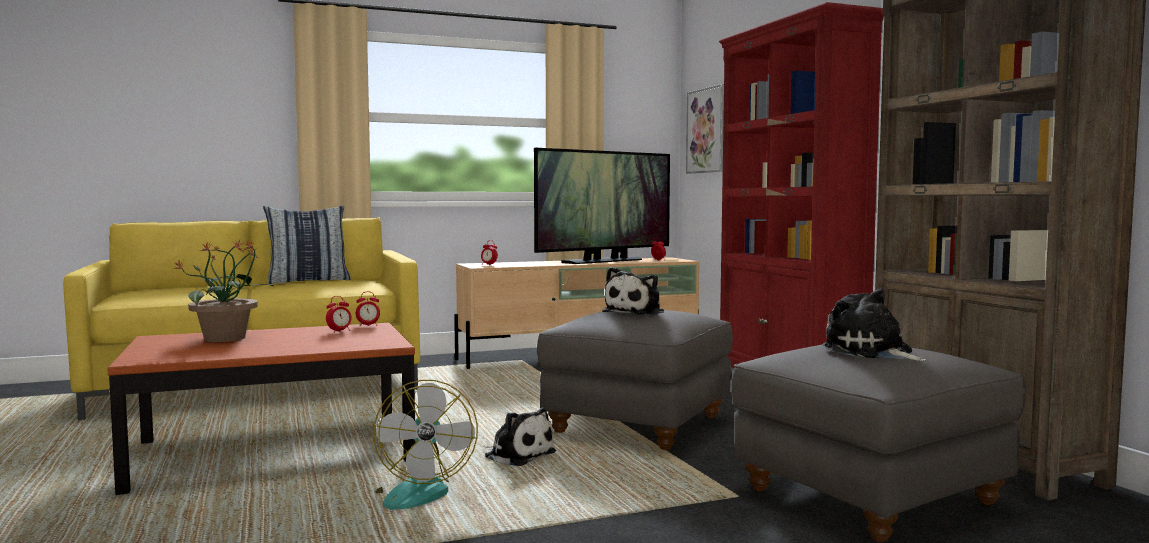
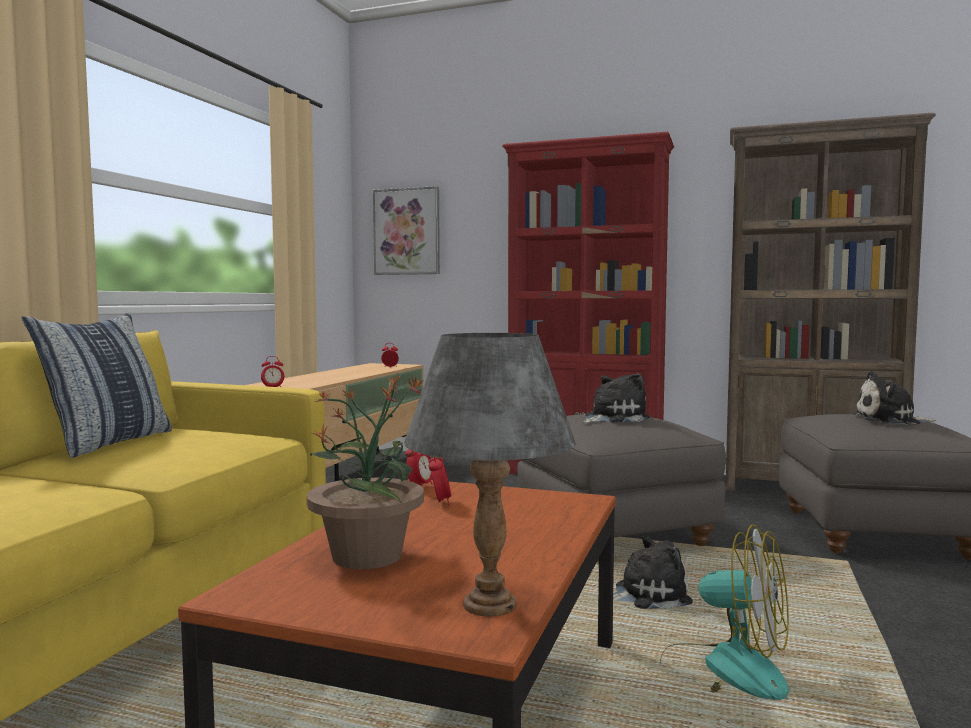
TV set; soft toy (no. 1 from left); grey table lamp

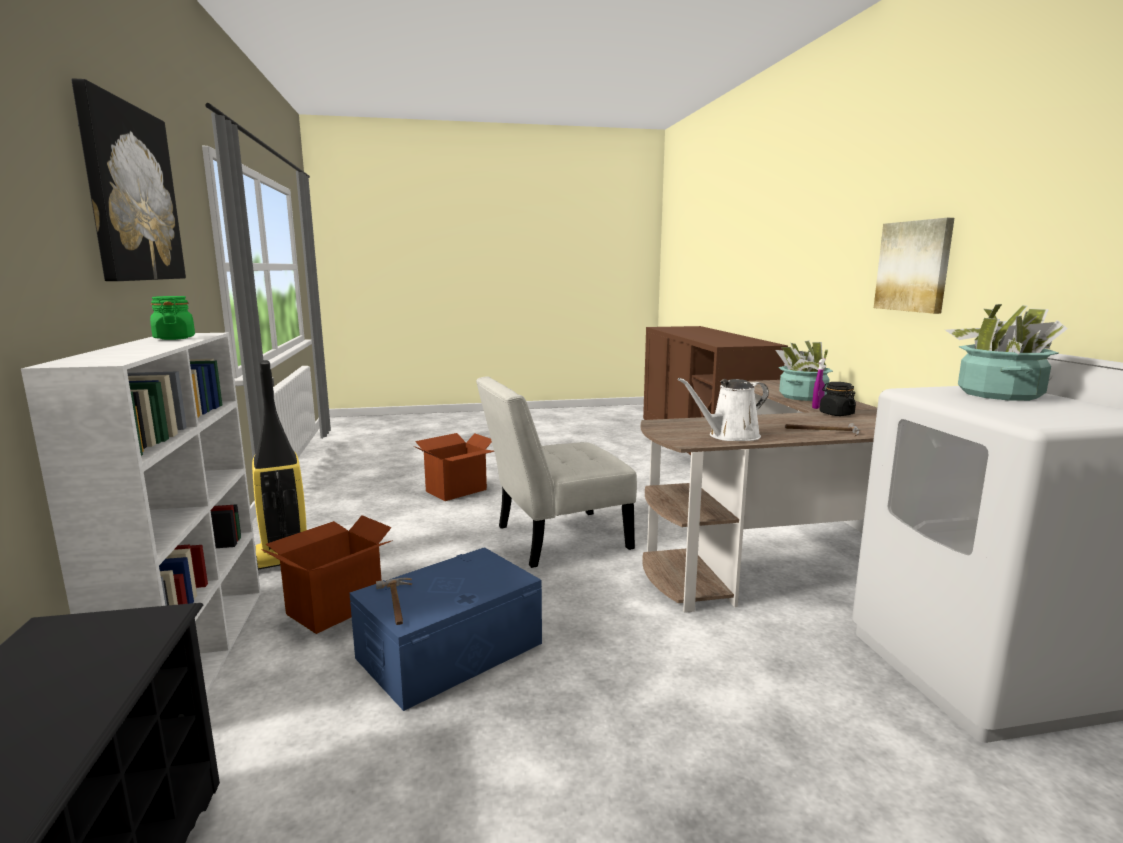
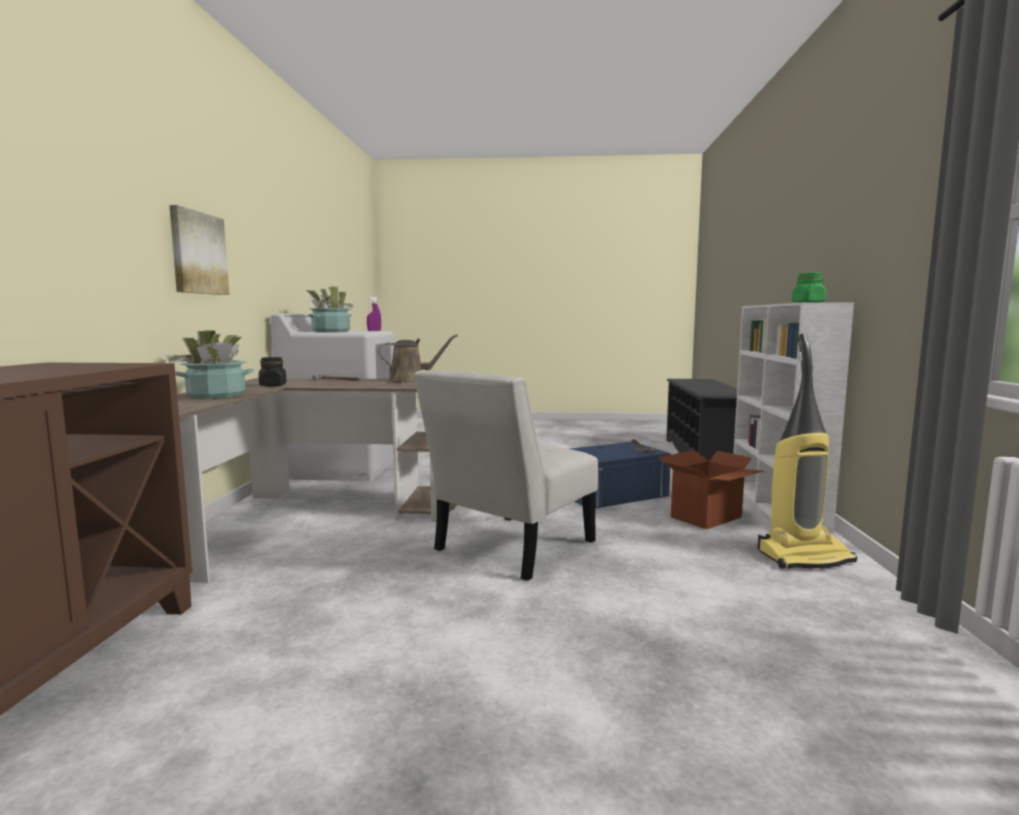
wall picture (no. 1 from left in the first image); carton (no. 2 from left in the first image); white upright chair; brownish watering pot; purple spray bottle

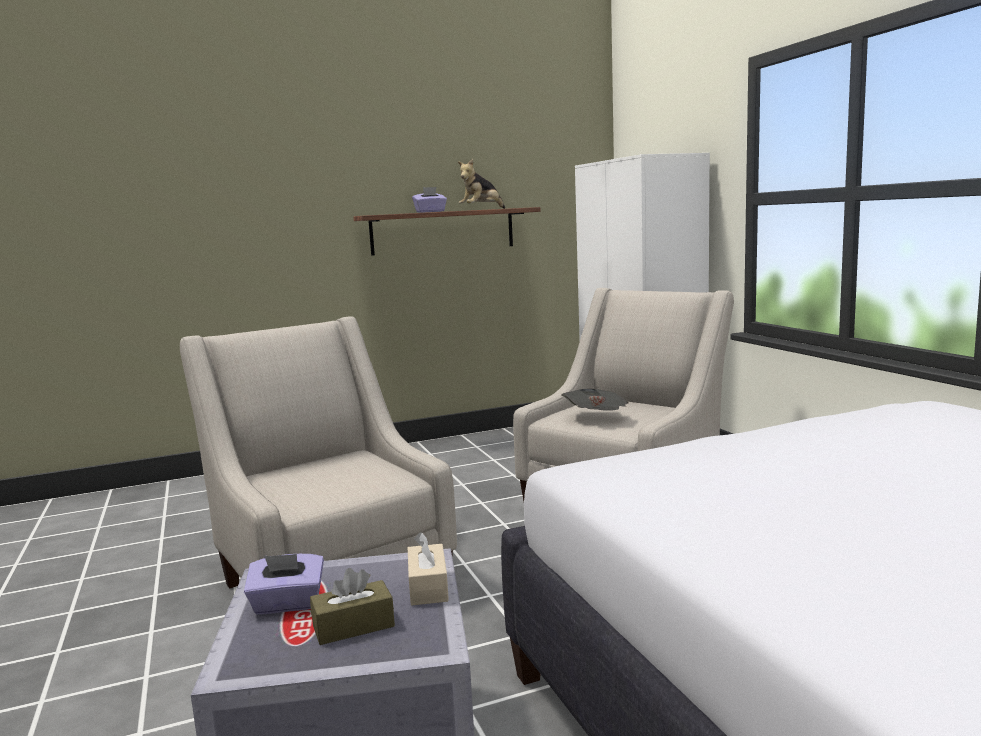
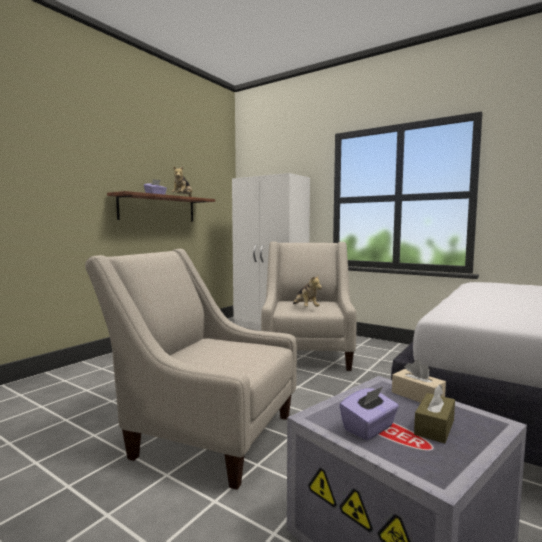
soft toy (no. 2 from left)

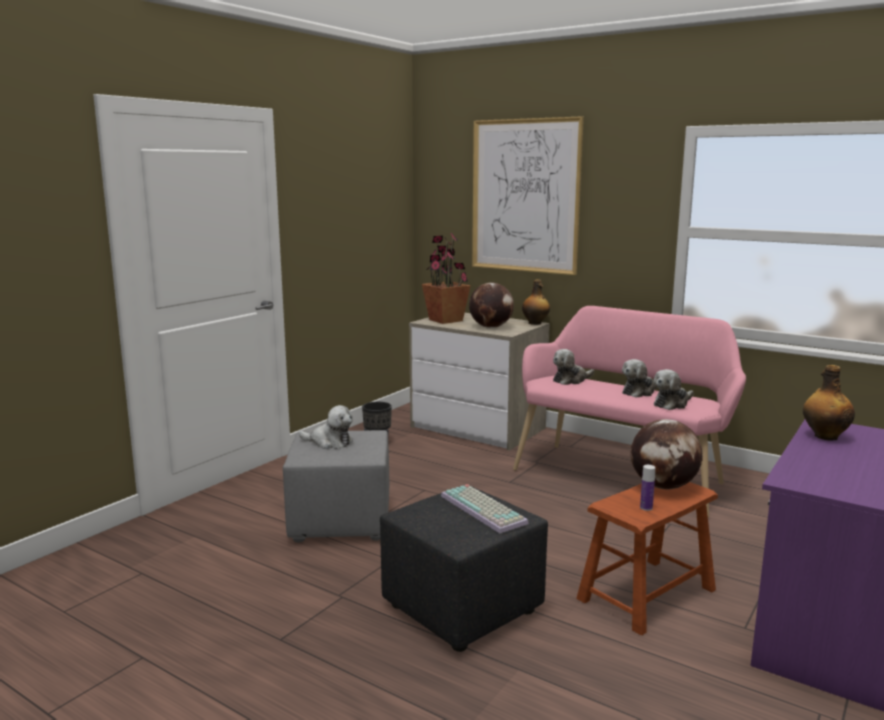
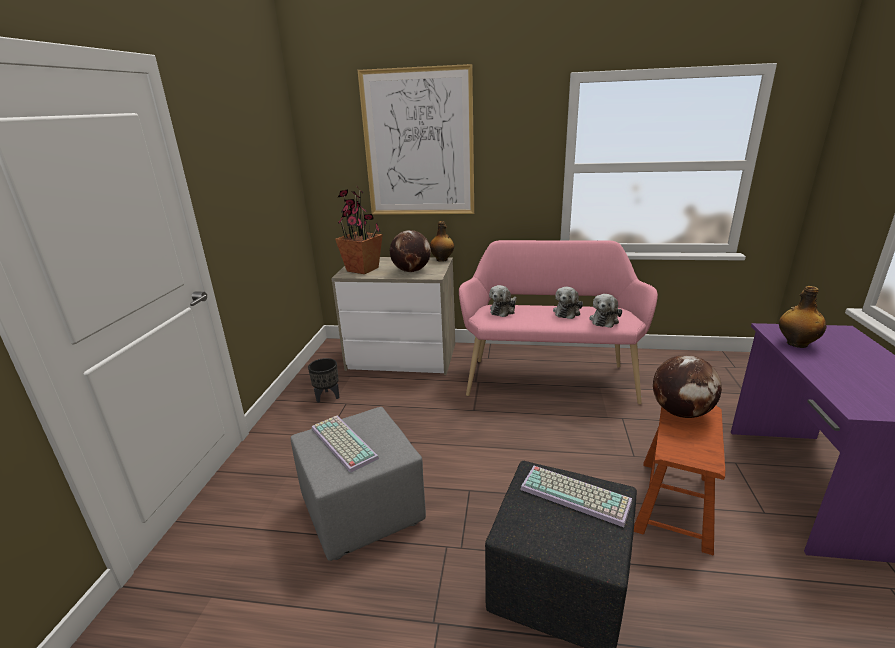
keyboard (no. 1 from left); beverage bottle (no. 2 from left in the first image)

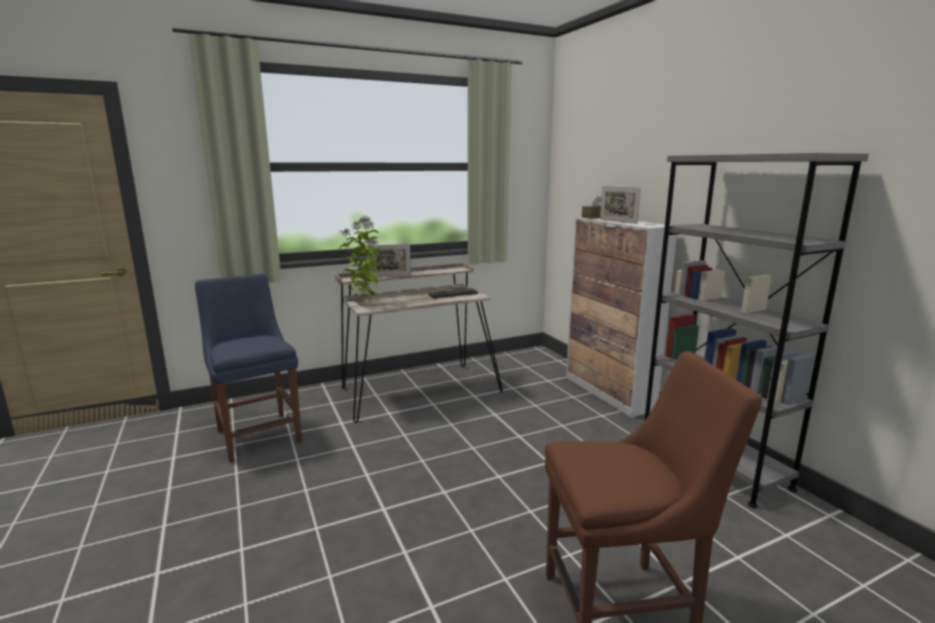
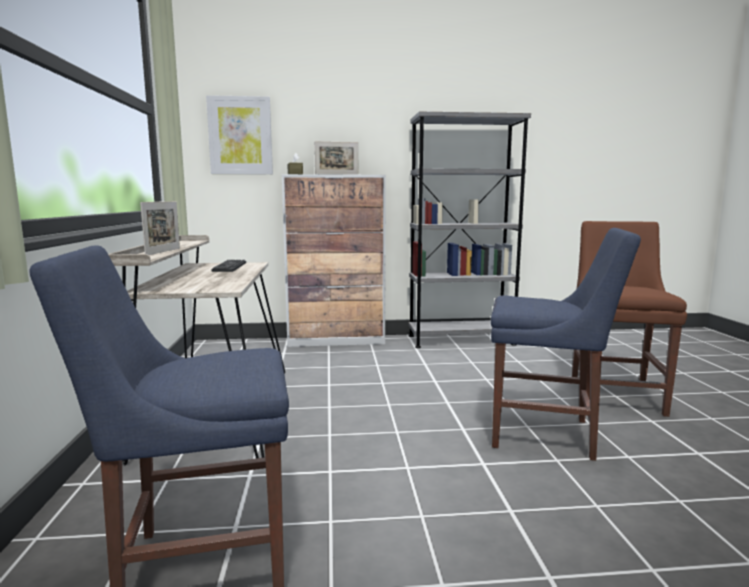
potted plant; wall picture; blue-coloured upright chair (no. 2 from left)

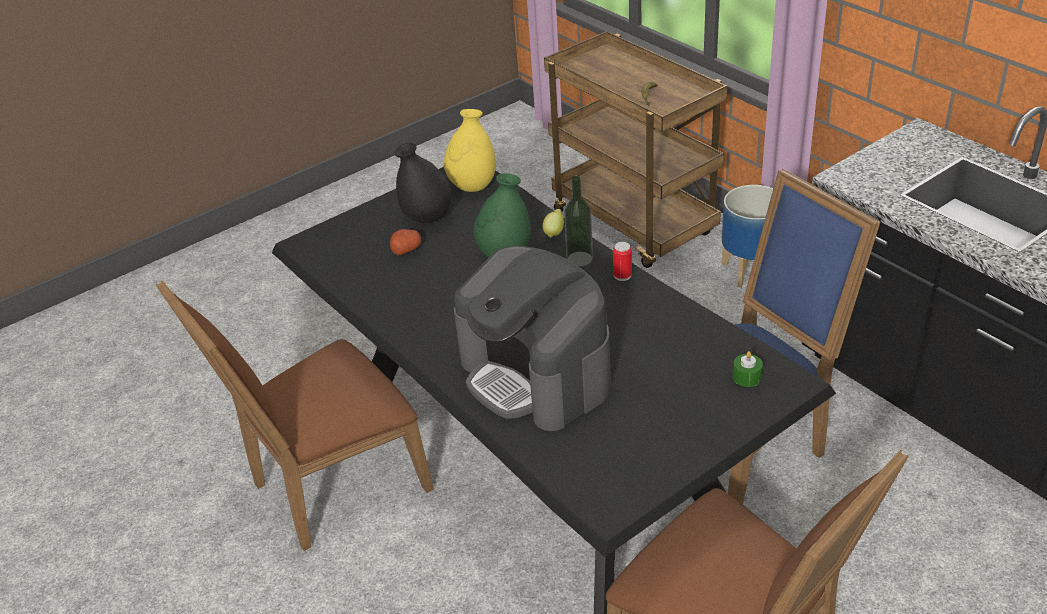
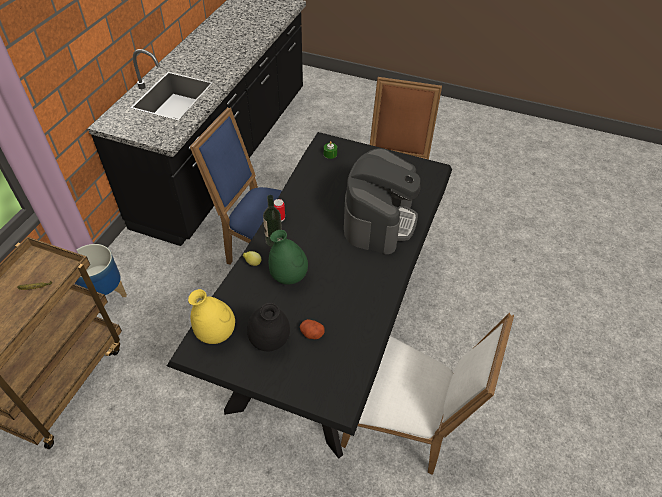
white upright chair

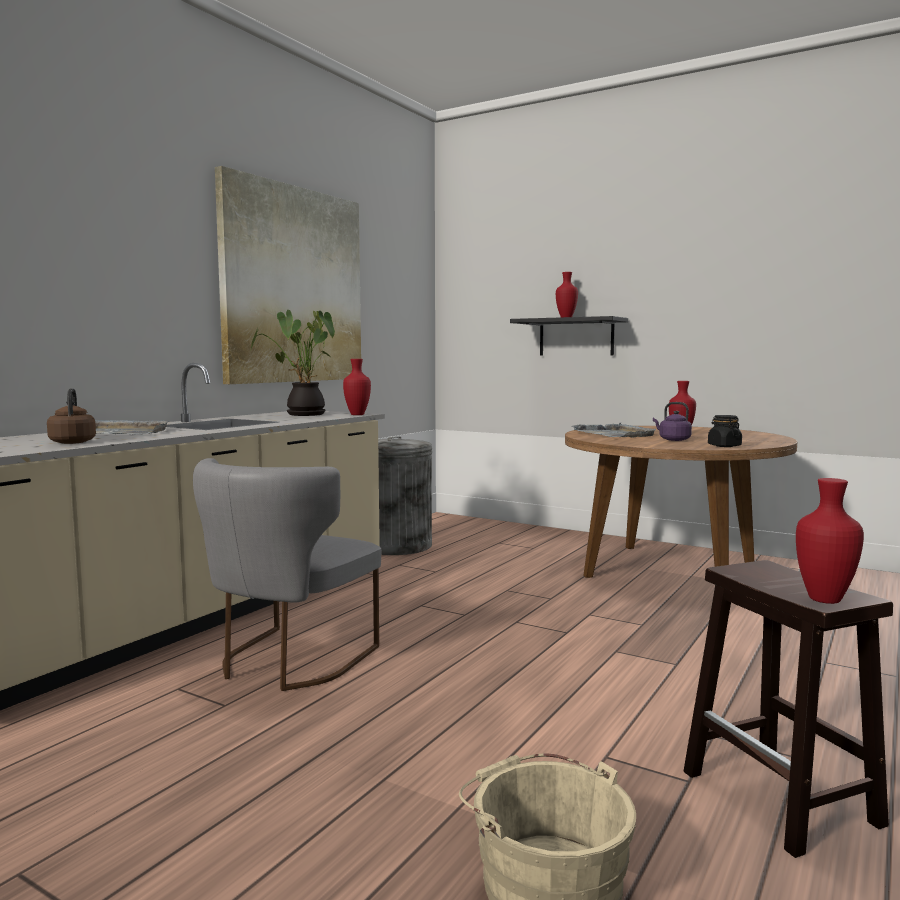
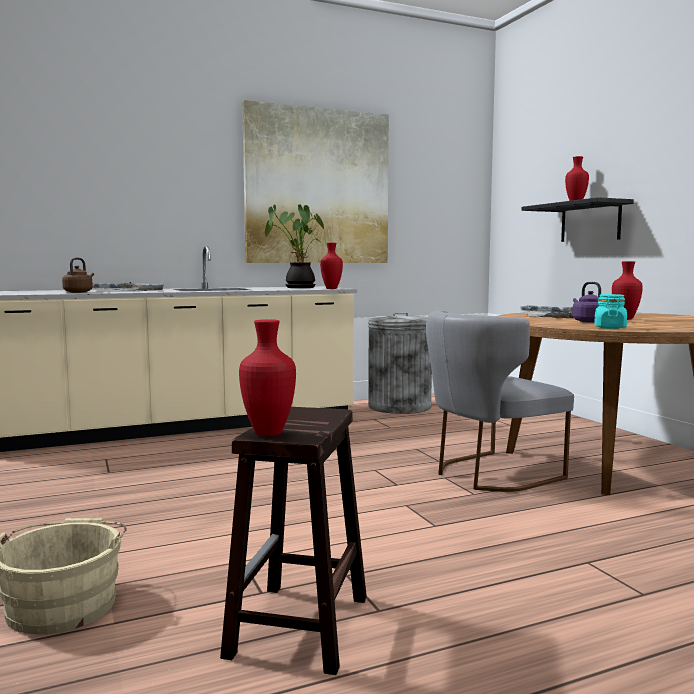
grey upright chair; turquoise-coloured preserve jar

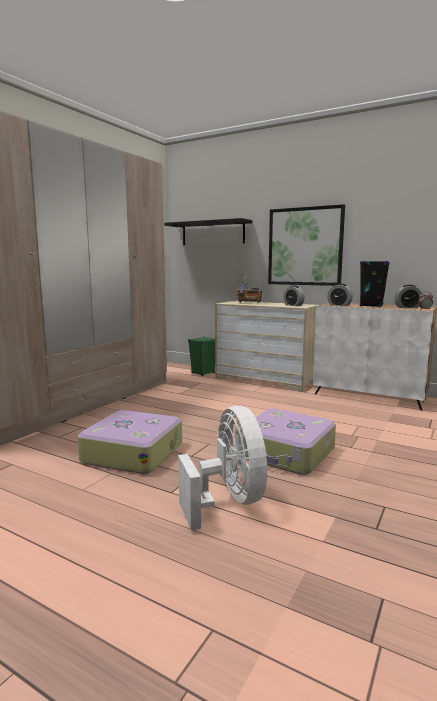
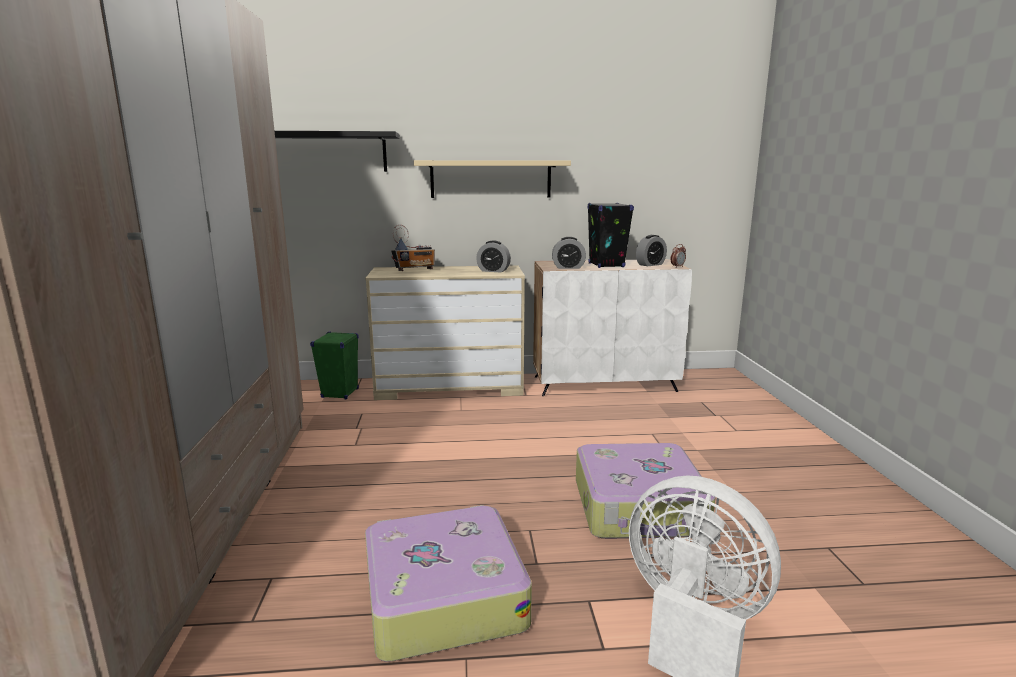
beige shelf

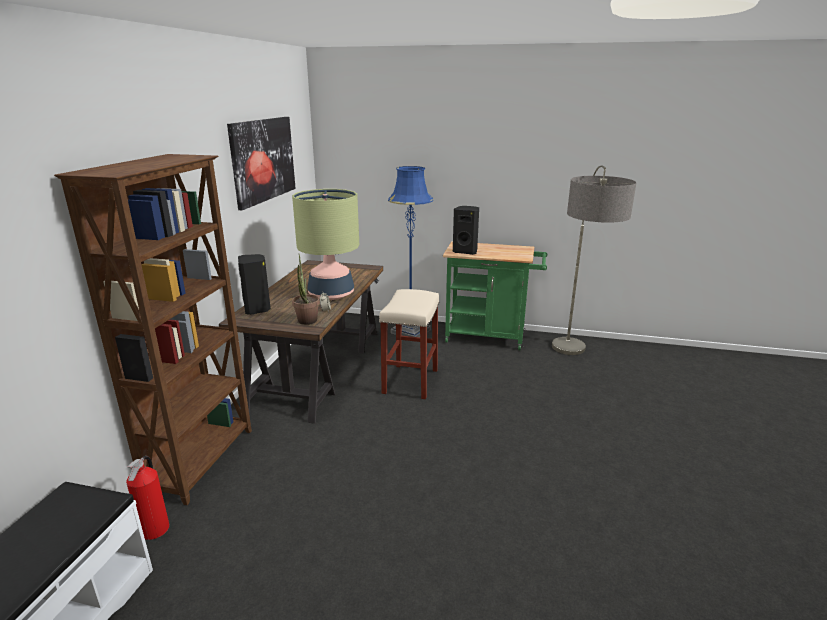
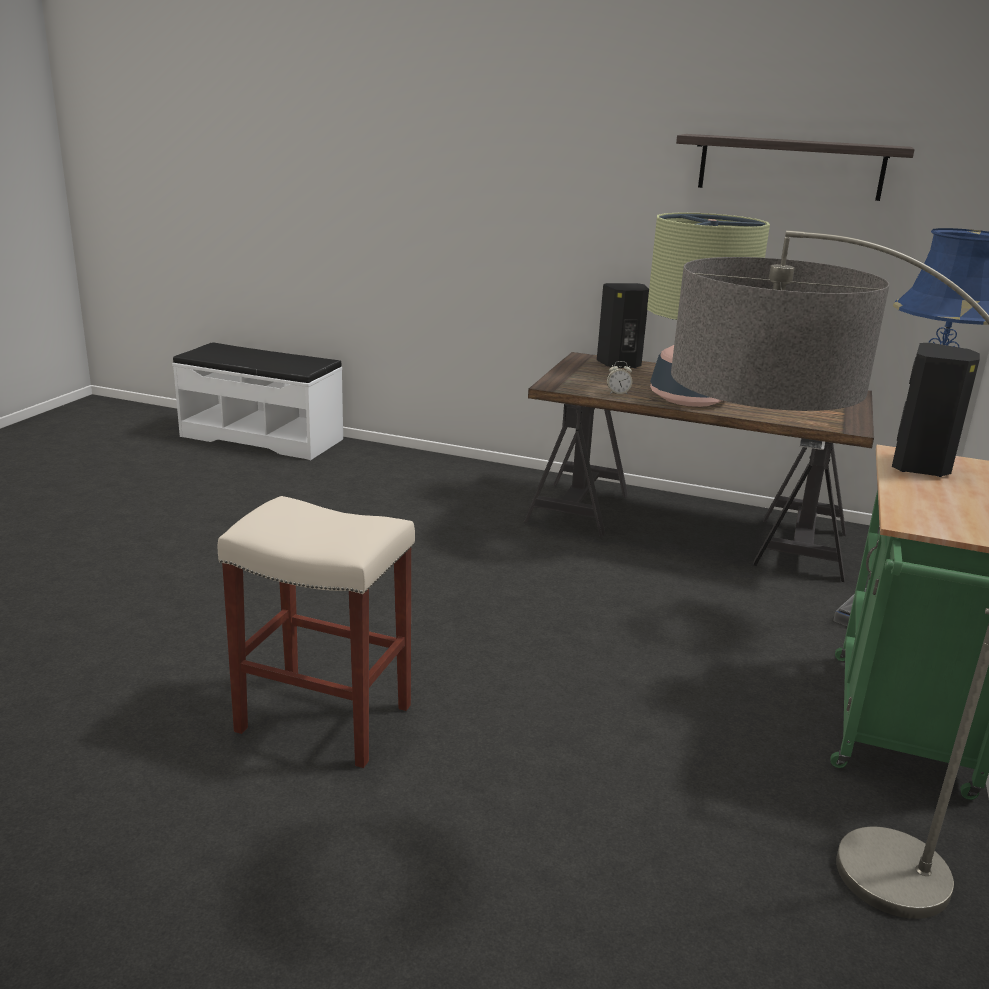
brownish bookshelf; extinguisher; shelf; potted plant; beige stool seat

